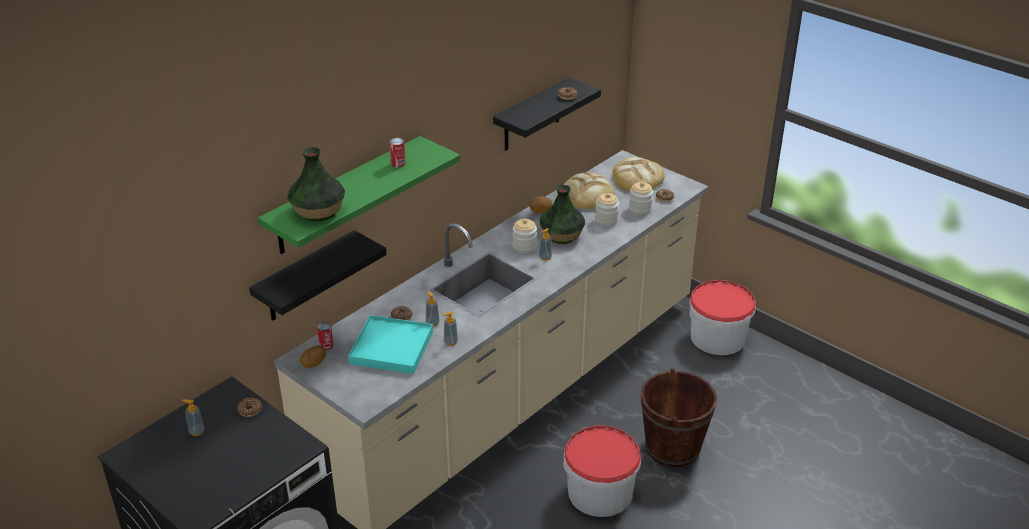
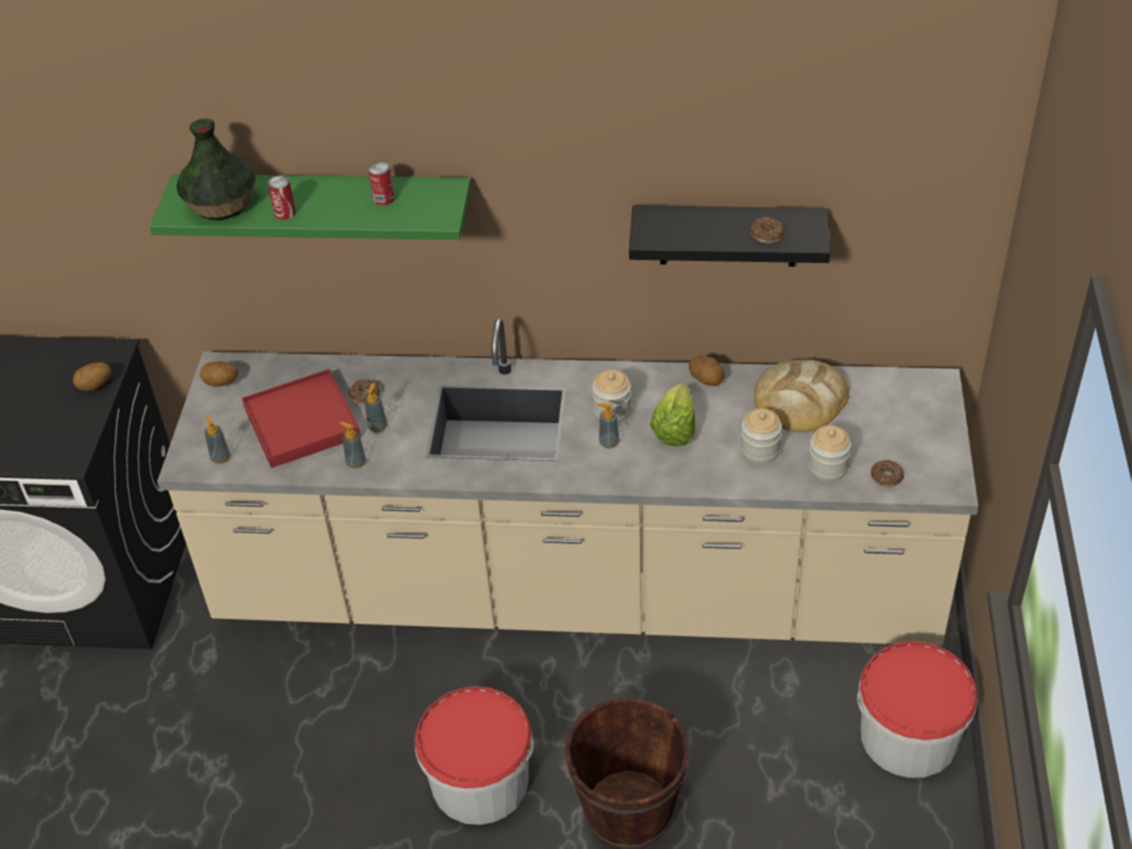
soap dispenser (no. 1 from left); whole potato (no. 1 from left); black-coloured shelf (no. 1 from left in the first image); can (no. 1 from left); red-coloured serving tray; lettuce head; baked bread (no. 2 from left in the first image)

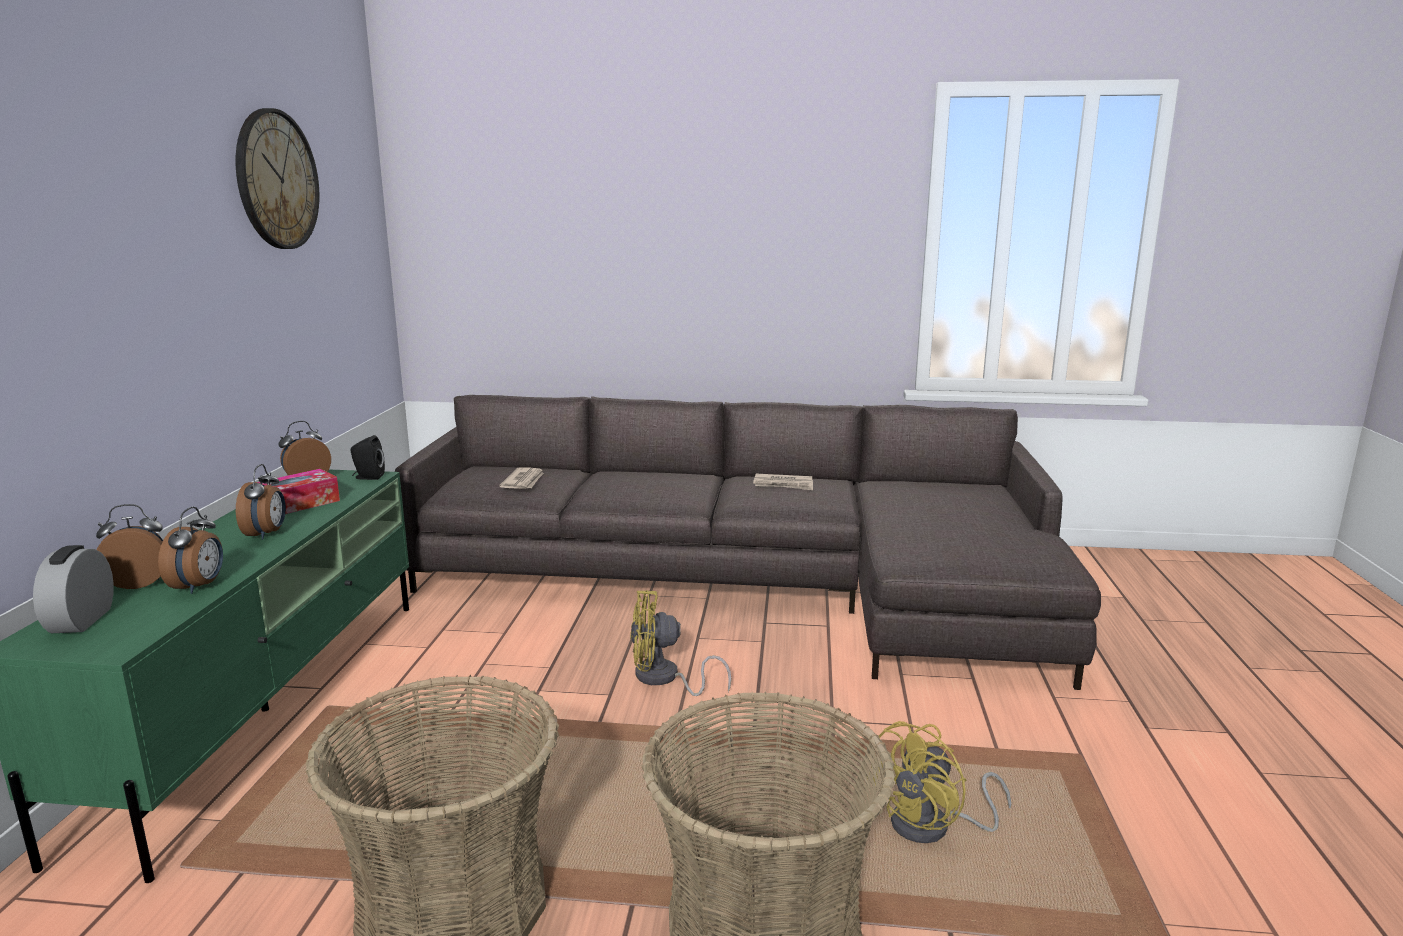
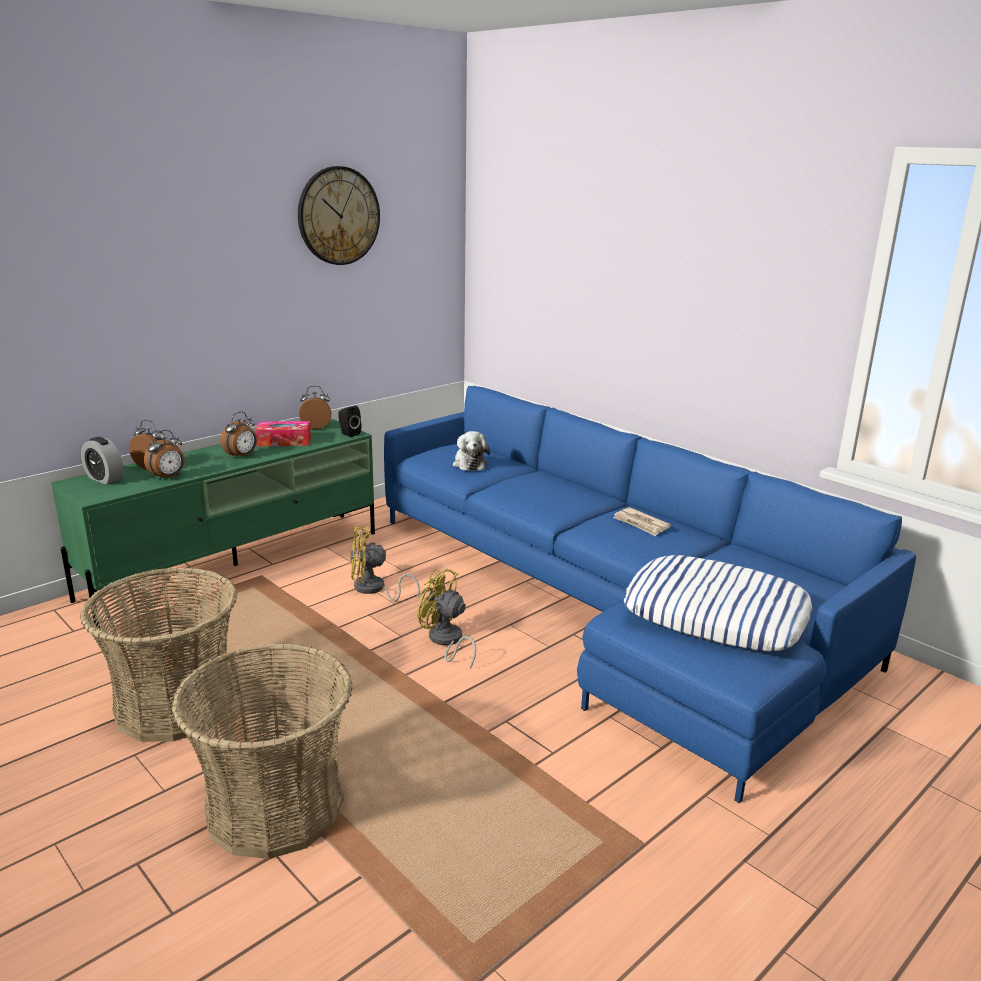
bedside clock (no. 1 from left); blue-coloured settee; soft toy; yellowish cooling fan (no. 1 from left); throw pillow

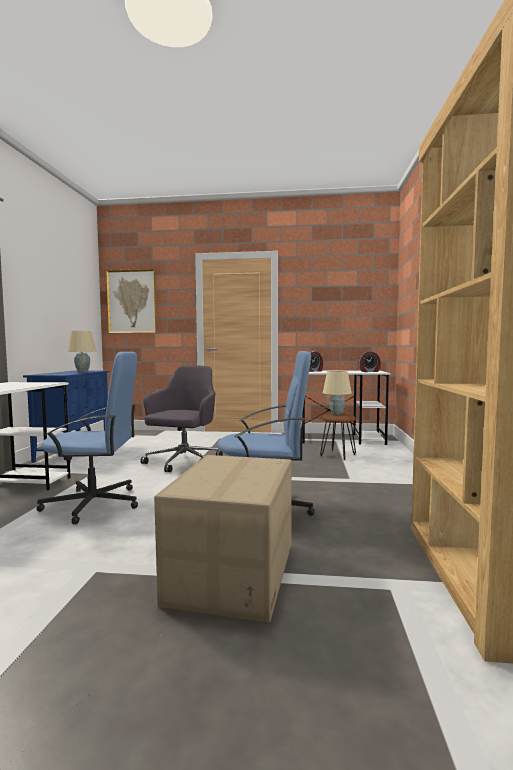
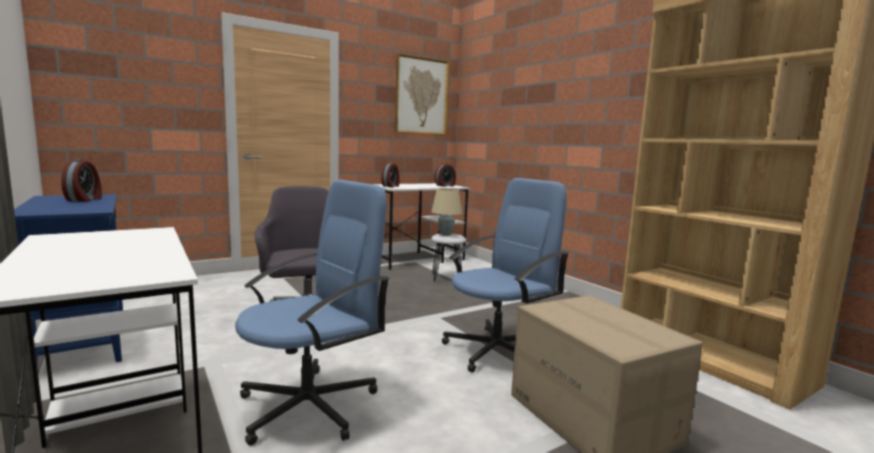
bedside clock (no. 1 from left); wall picture; white stool seat

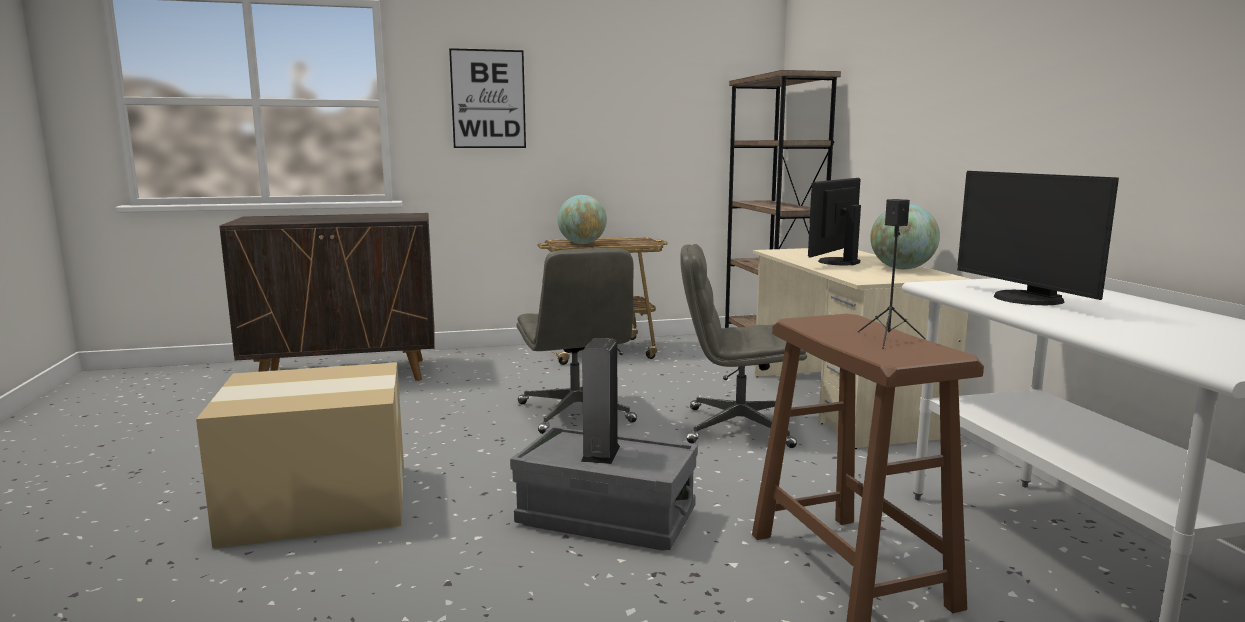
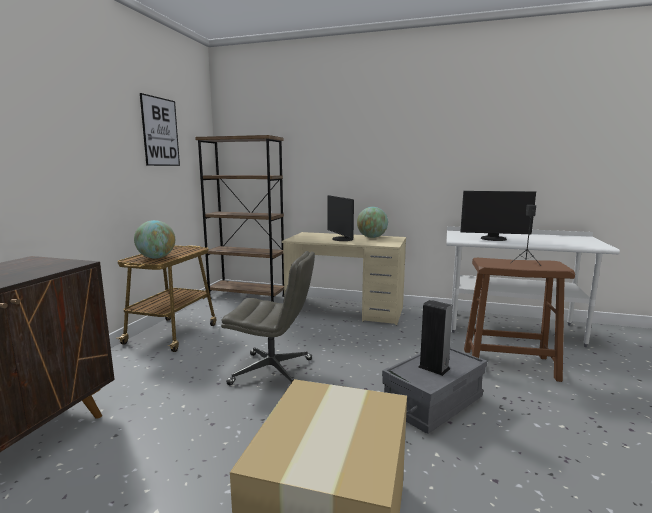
wall picture; grey office chair (no. 2 from left in the first image)

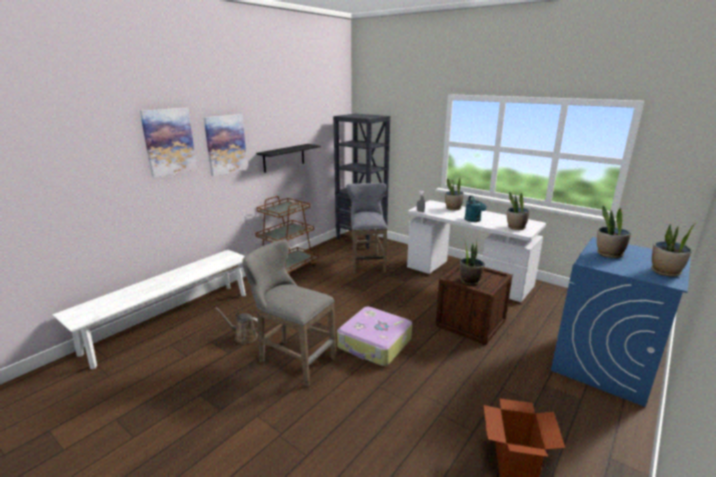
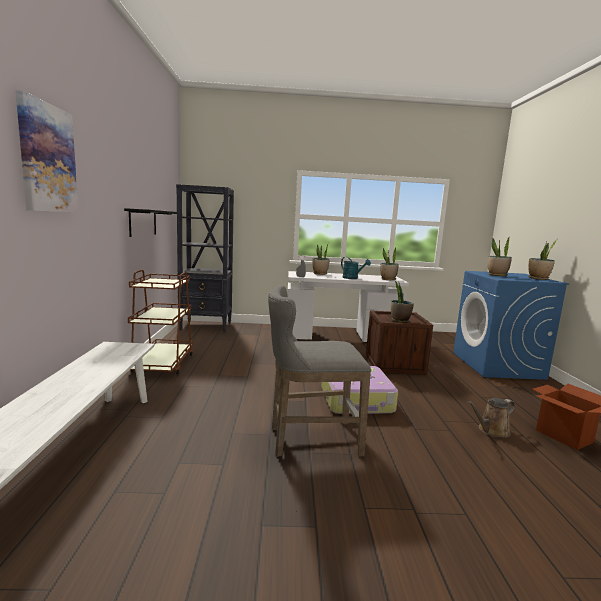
wall picture (no. 2 from left in the first image); brownish watering pot; grey stool seat (no. 2 from left in the first image)

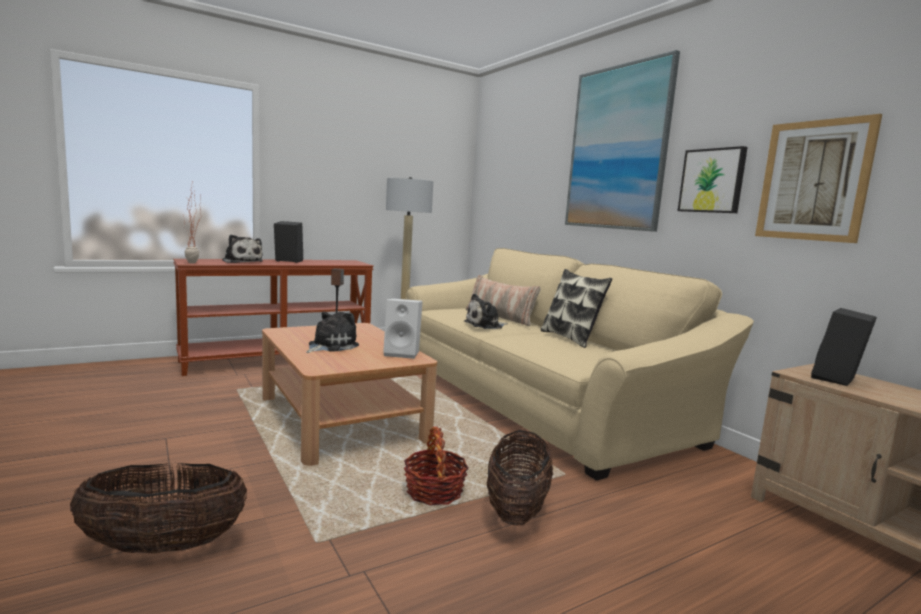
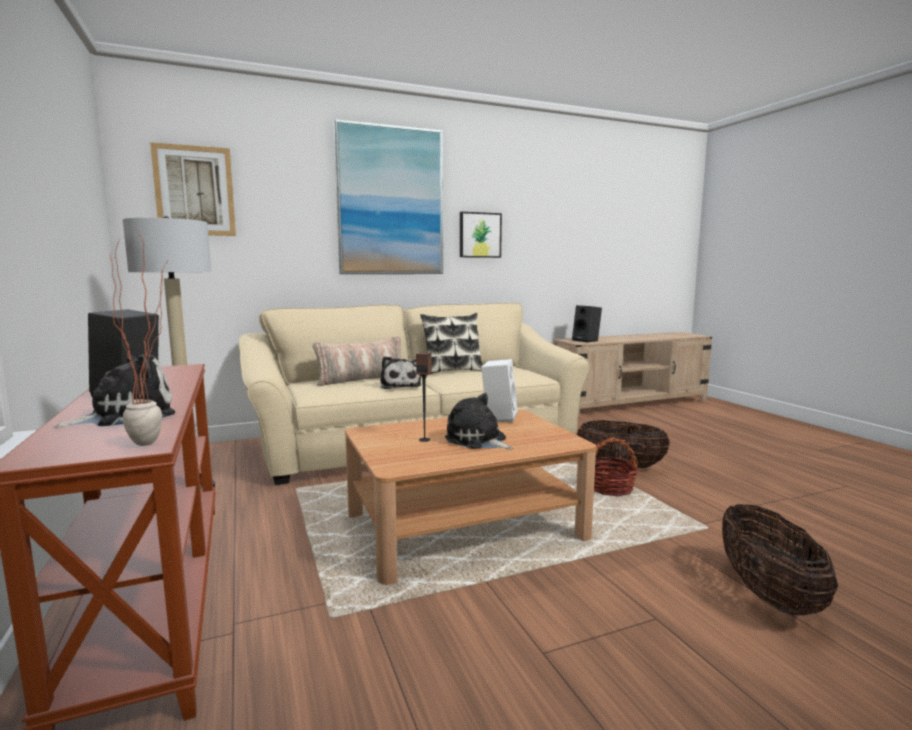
wall picture (no. 1 from left)

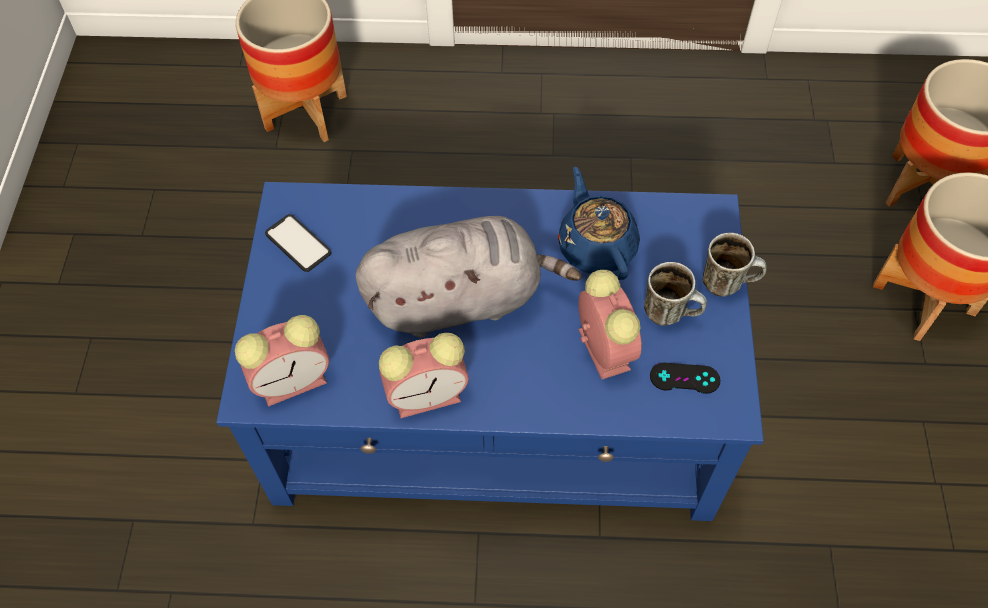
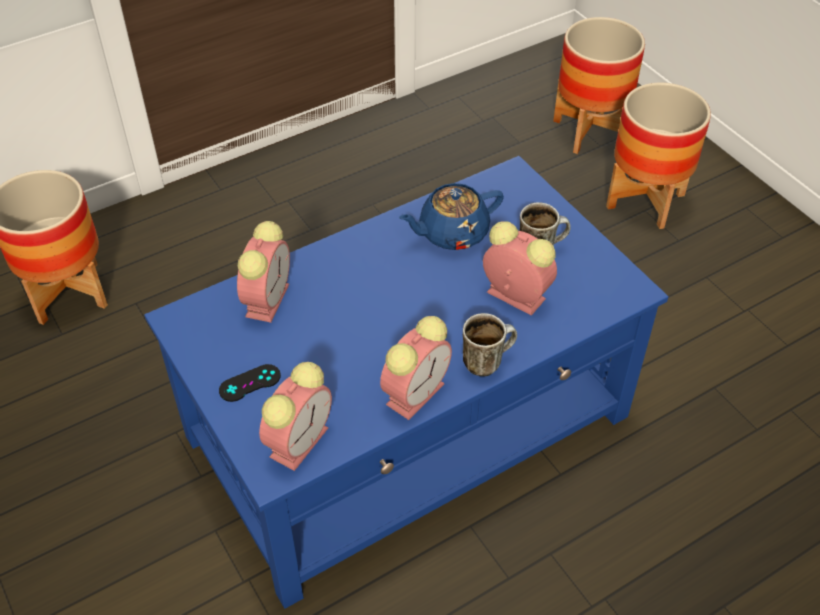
phone; grey soft toy; blue-coloured pot for tea; black-coloured game controller; mug (no. 1 from left); bedside clock (no. 1 from left)

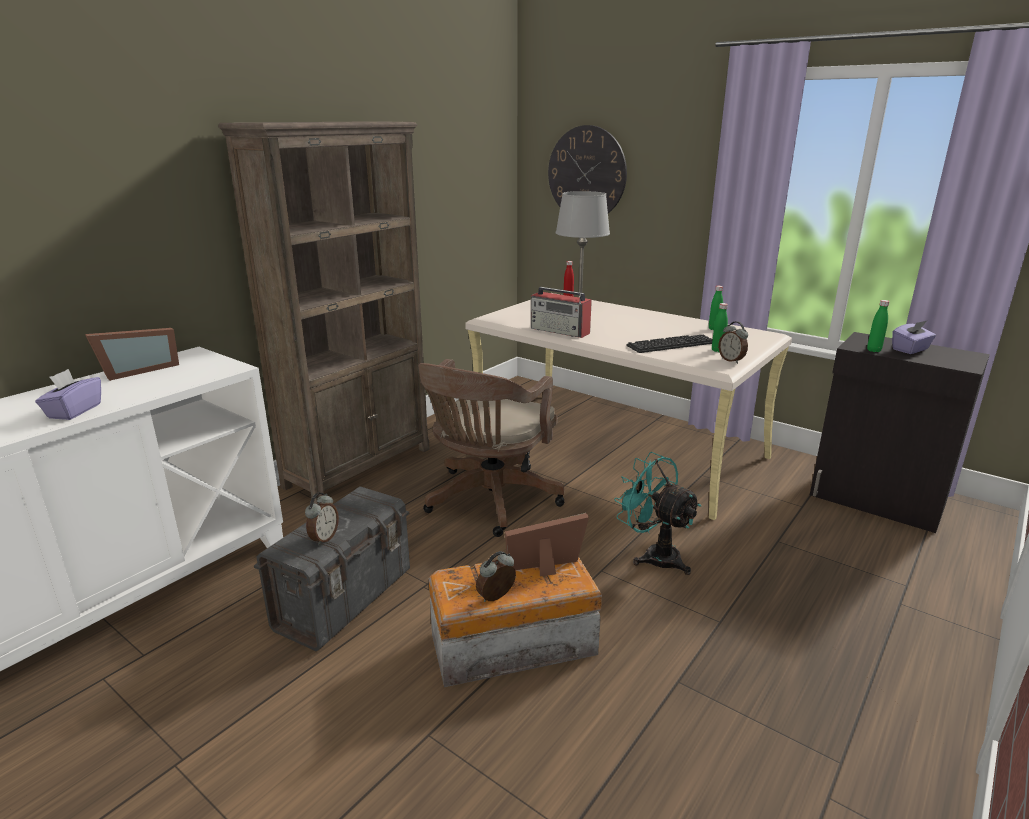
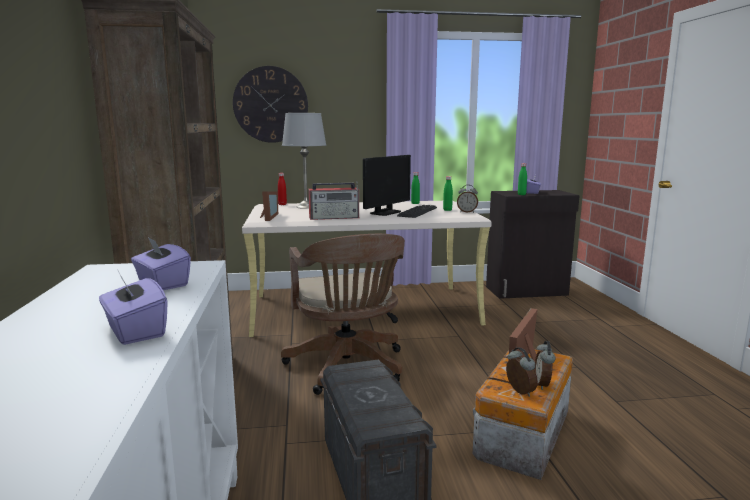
photo frame (no. 1 from left); bedside clock (no. 2 from left); turquoise-coloured cooling fan; purple tissue holder (no. 2 from left); monitor

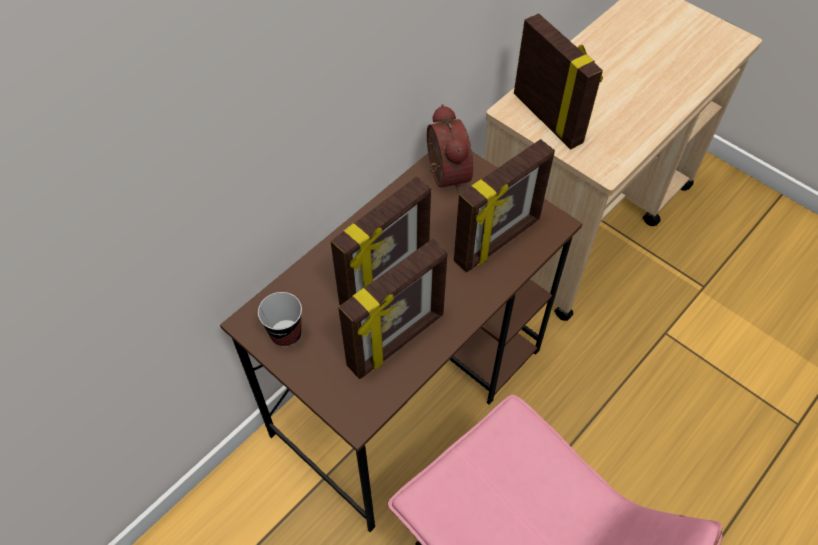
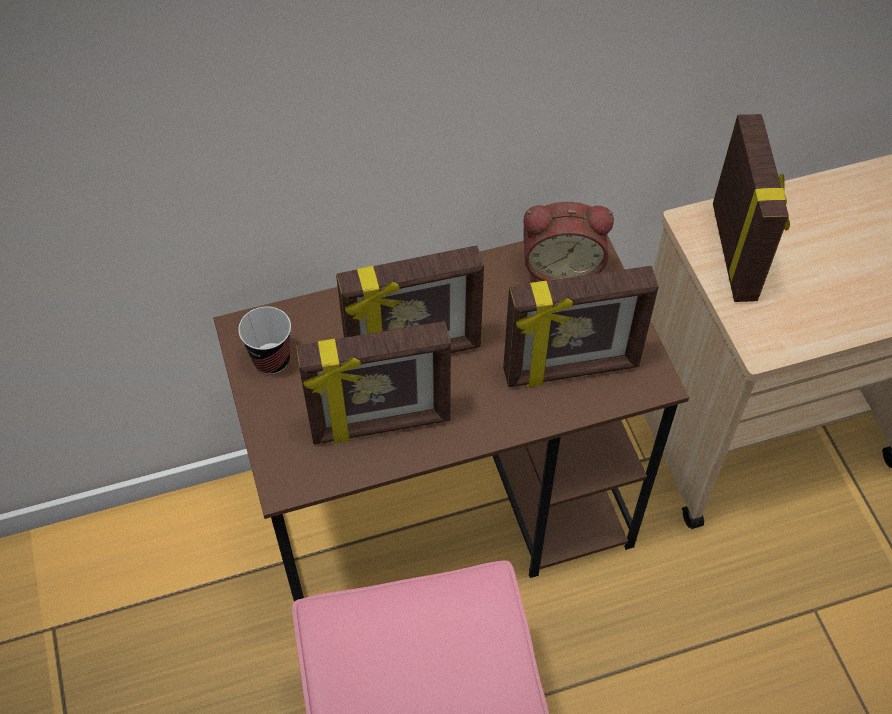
bedside clock

